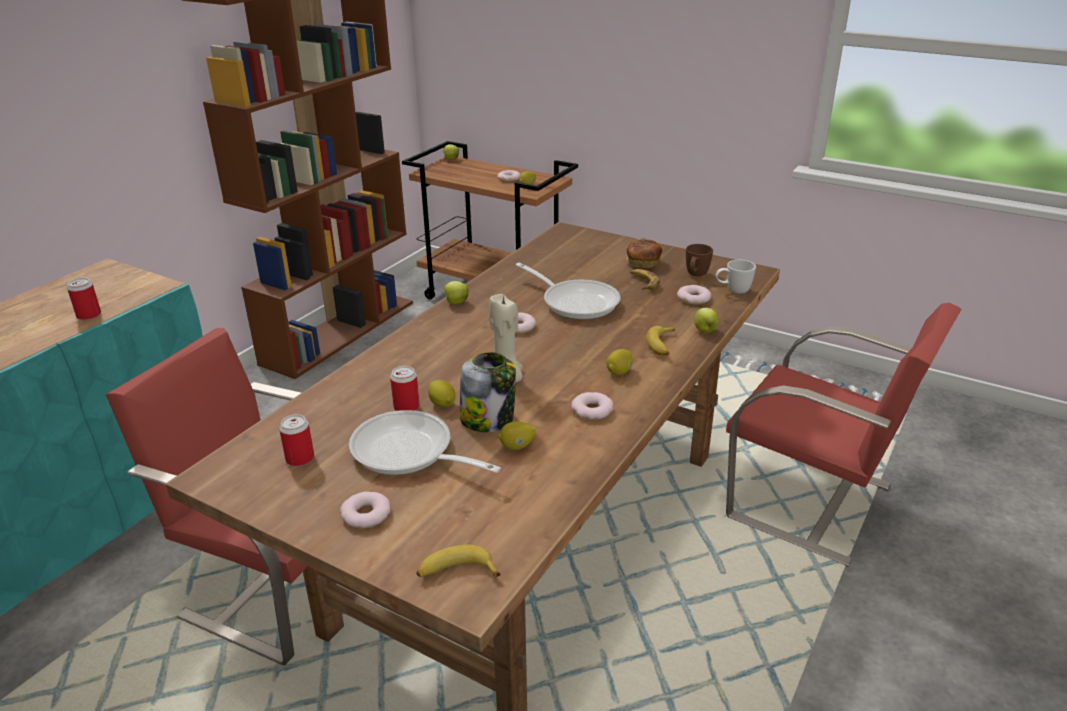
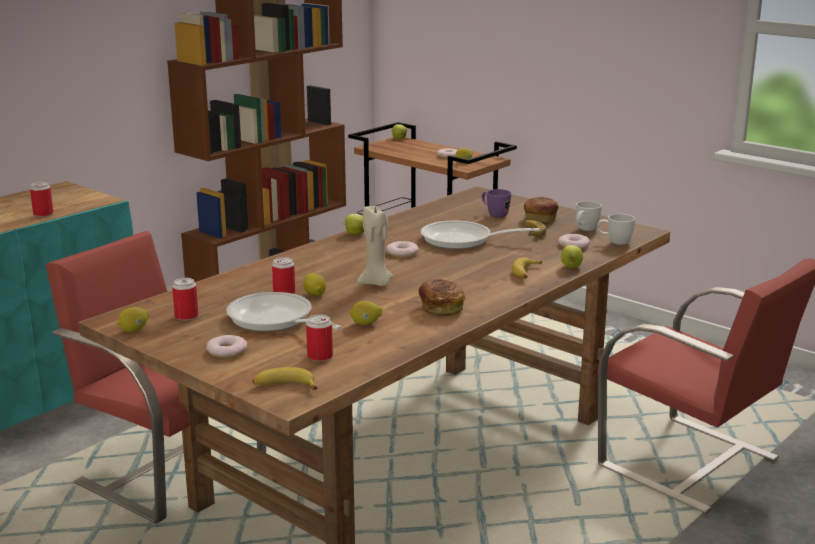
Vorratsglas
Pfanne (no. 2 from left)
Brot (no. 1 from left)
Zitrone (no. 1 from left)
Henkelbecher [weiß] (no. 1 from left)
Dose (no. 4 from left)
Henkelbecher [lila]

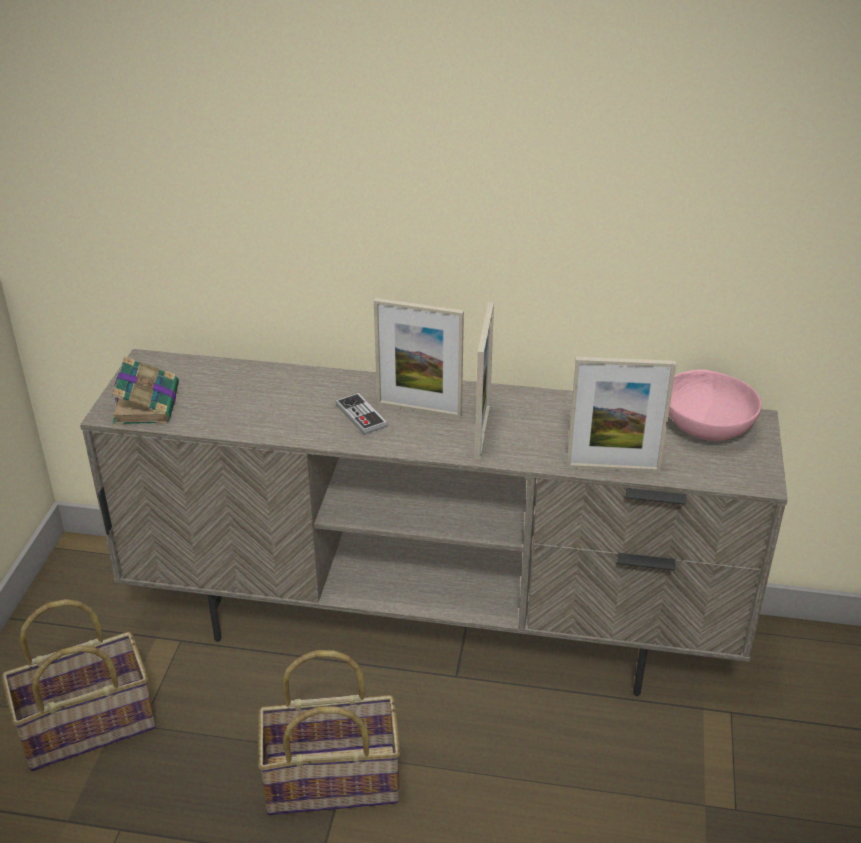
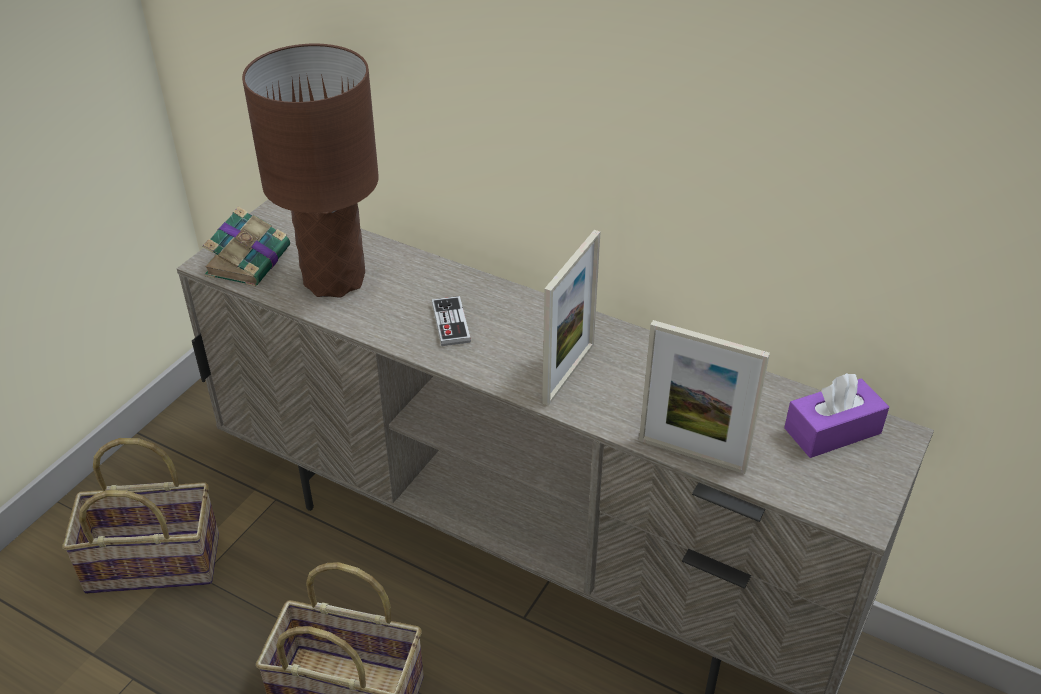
Bilderrahmen (no. 1 from left in the first image)
Taschentuchbox [lila]
Tischlampe [braun]

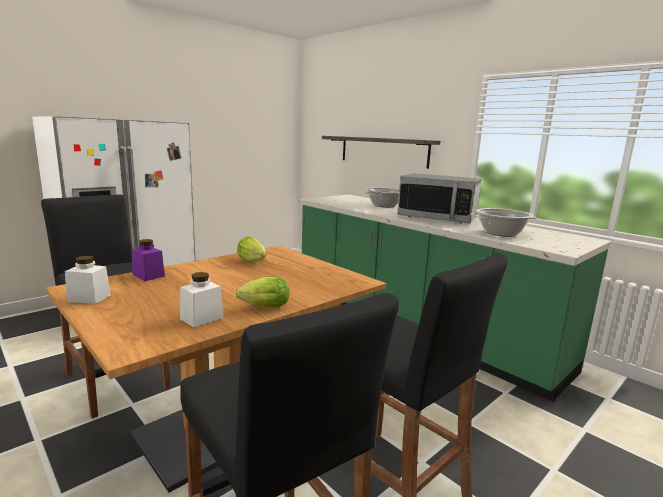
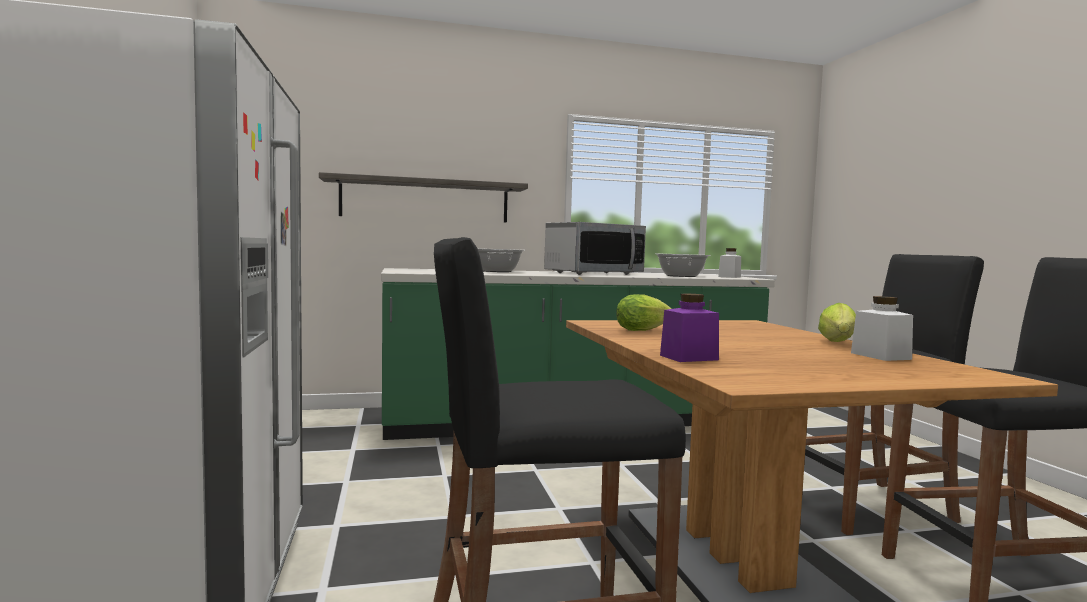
Vorratsglas [weiß] (no. 1 from left)

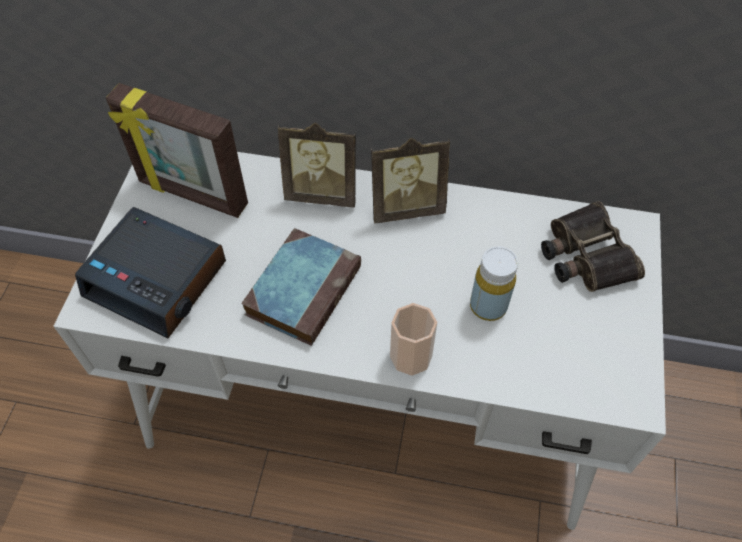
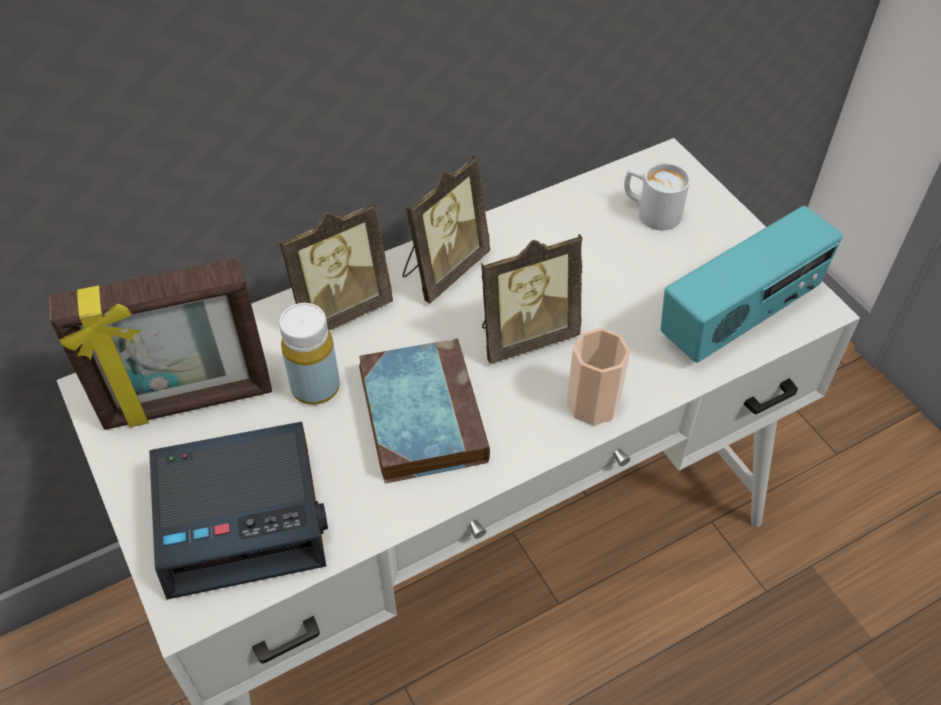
Flasche [gelb]
Henkelbecher [weiß]
Bilderrahmen (no. 4 from left)
Radio

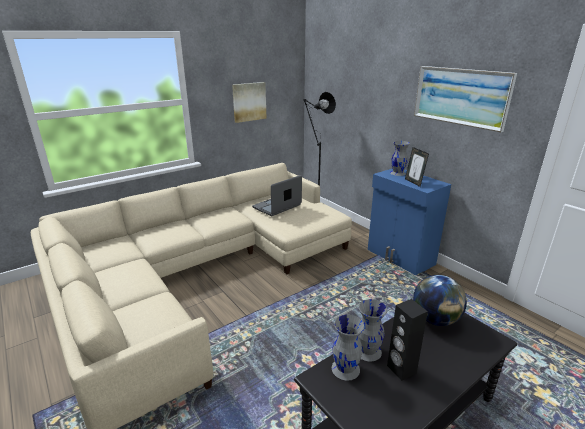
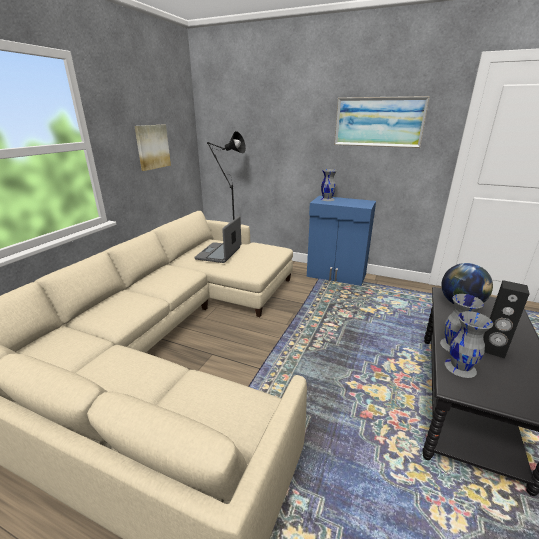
Bilderrahmen

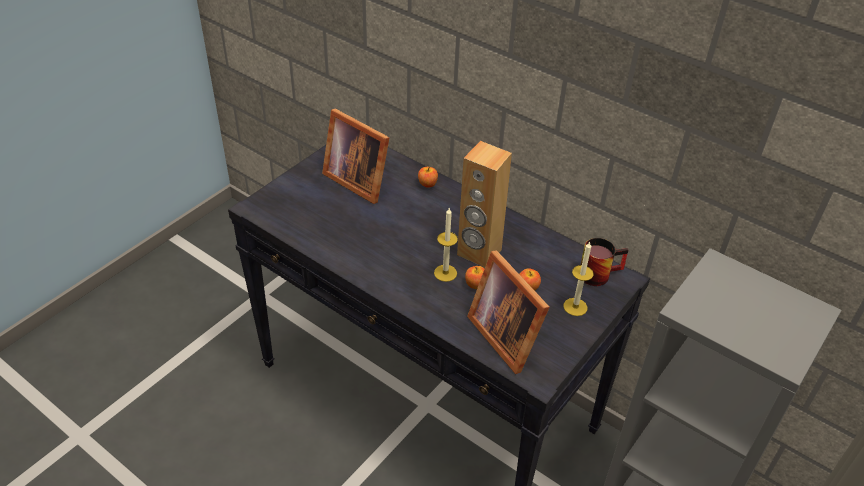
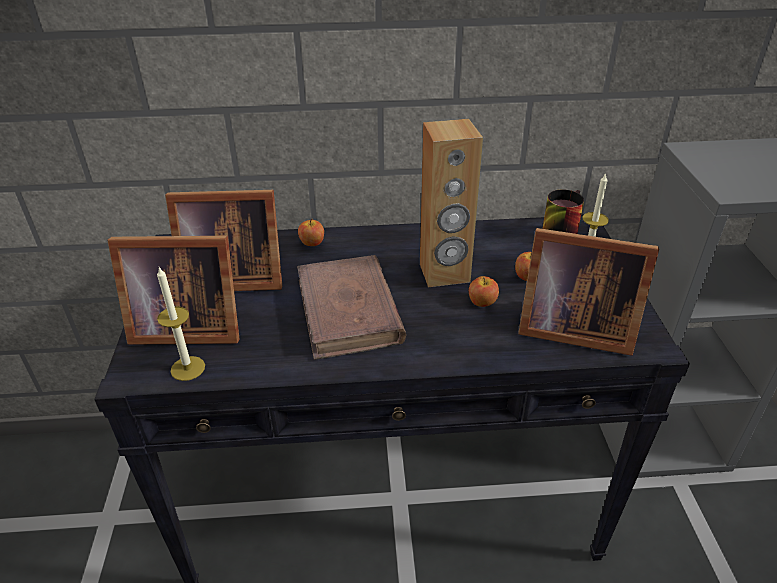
Kerze (no. 1 from left)
Bilderrahmen (no. 1 from left)
Buch [braun]

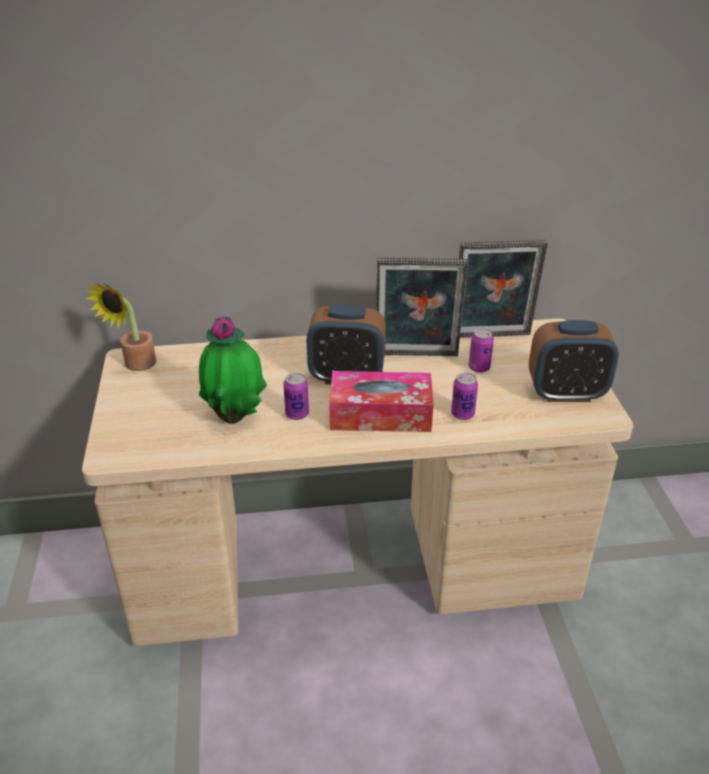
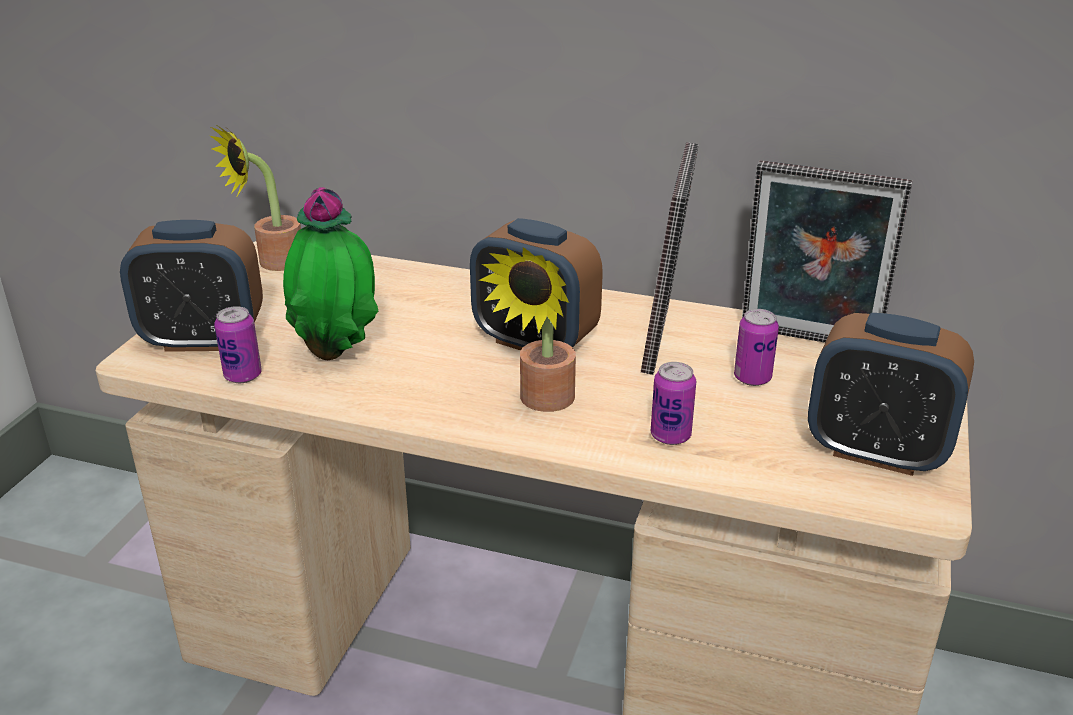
Dose (no. 1 from left)
Topfpflanze (no. 3 from left)
Bilderrahmen (no. 1 from left)
Wecker (no. 1 from left)

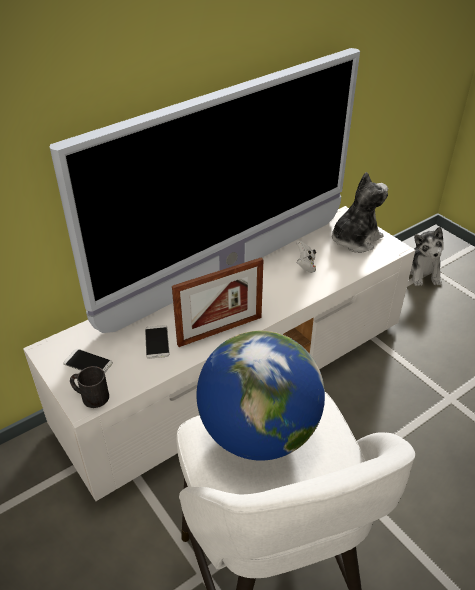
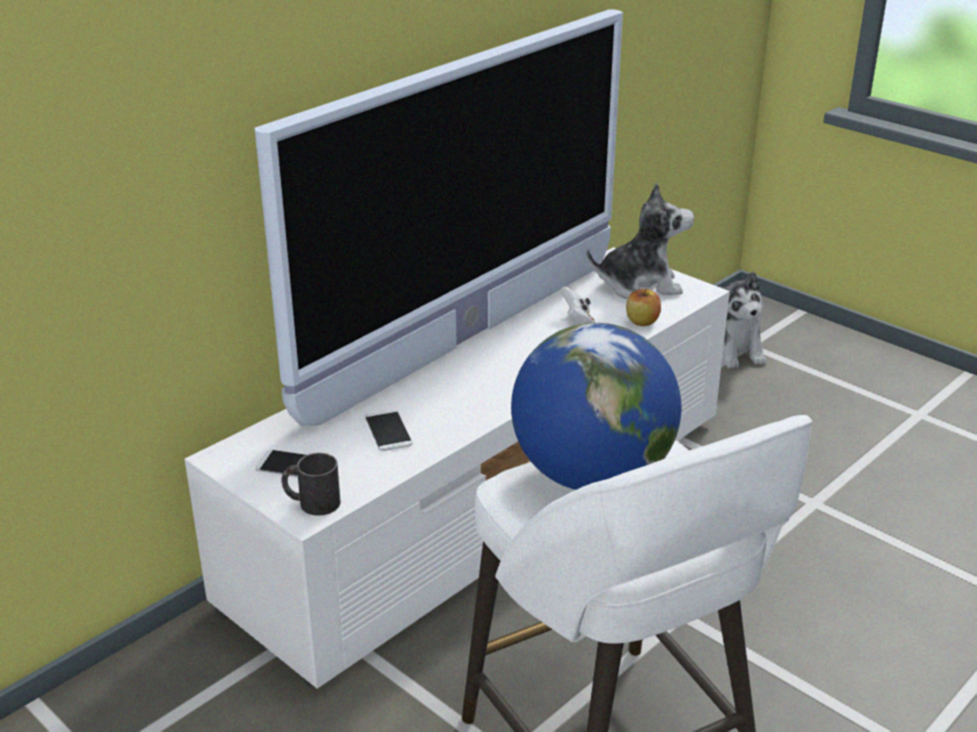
Bilderrahmen
Plüschtier (no. 1 from left)
Apfel

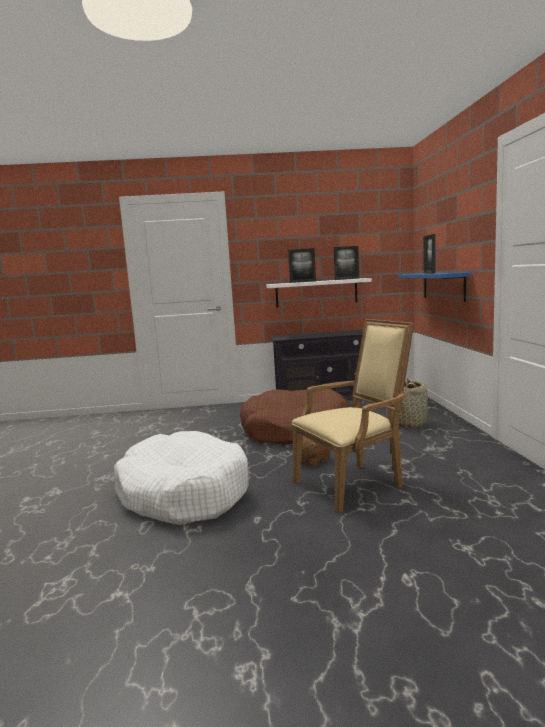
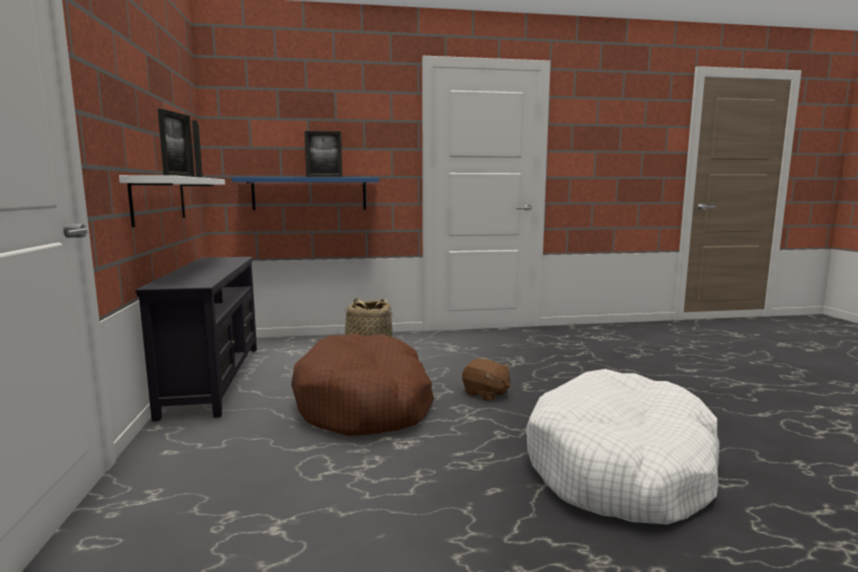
Sessel [beige]

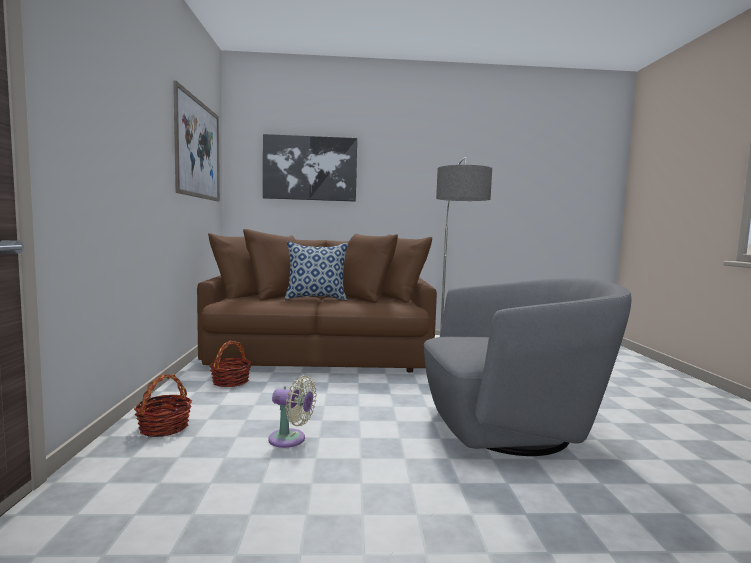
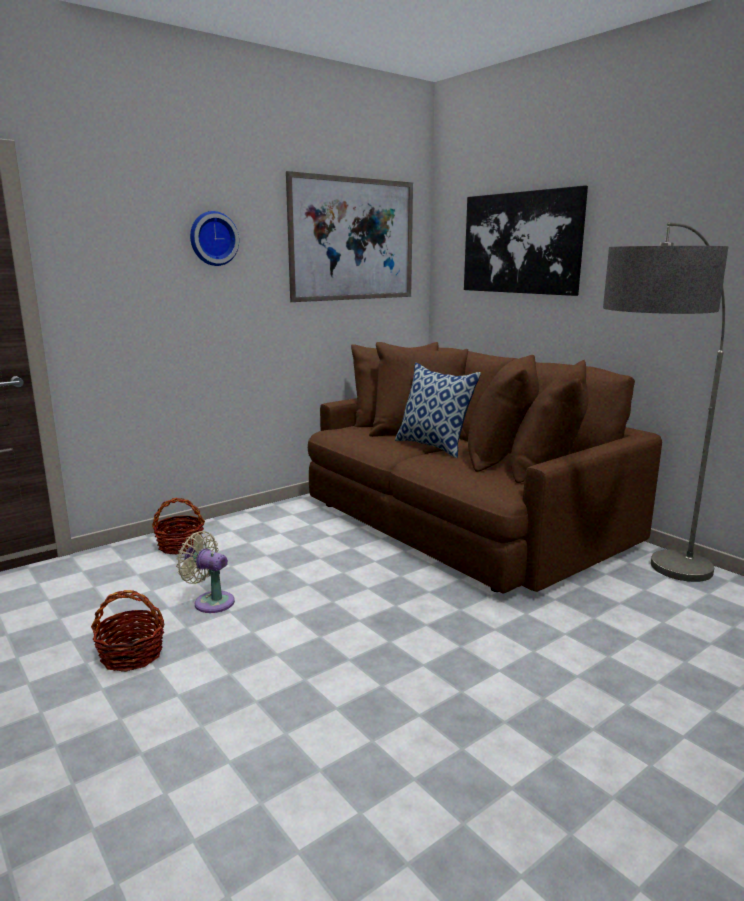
Korb (no. 1 from left)
Ventilator [beige]
Sessel [grau]
Wanduhr

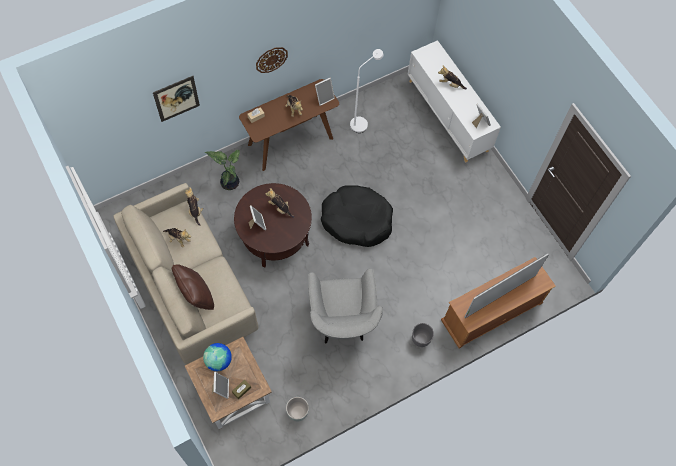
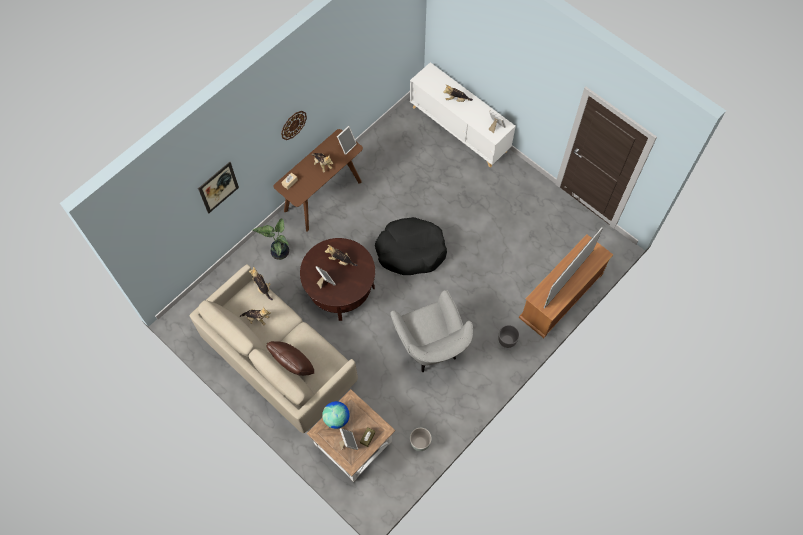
Stehlampe [weiß]

